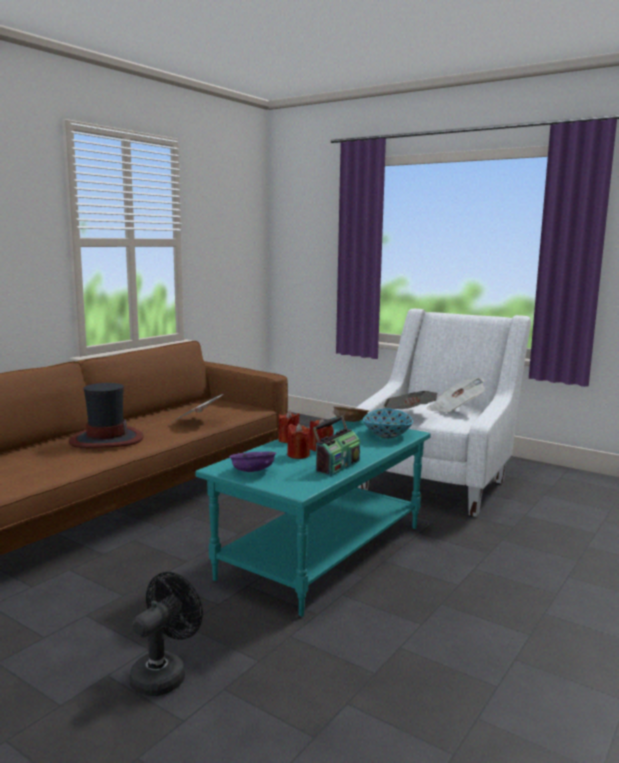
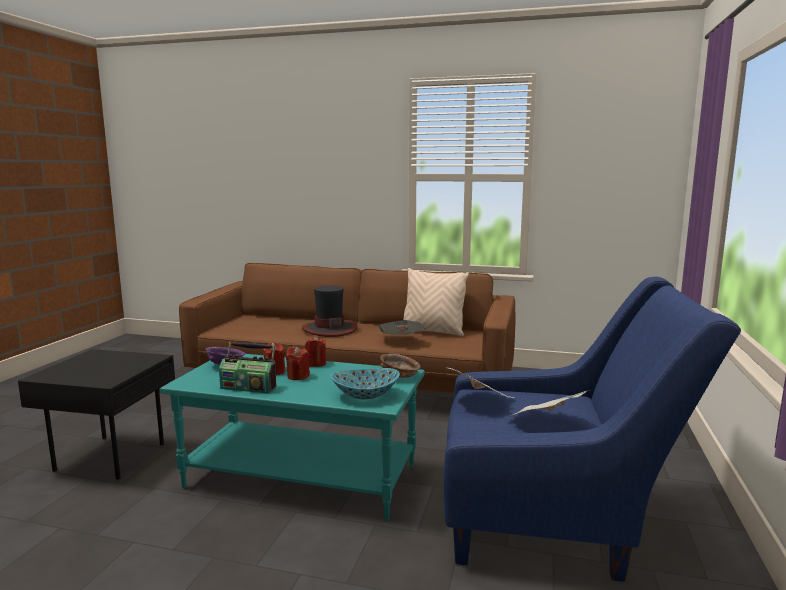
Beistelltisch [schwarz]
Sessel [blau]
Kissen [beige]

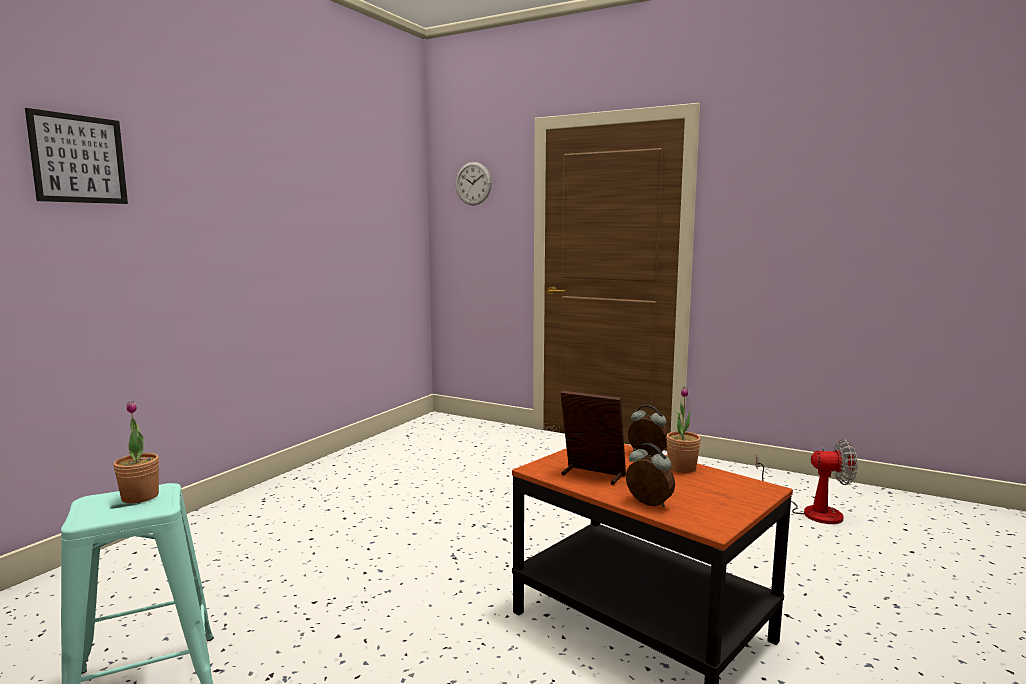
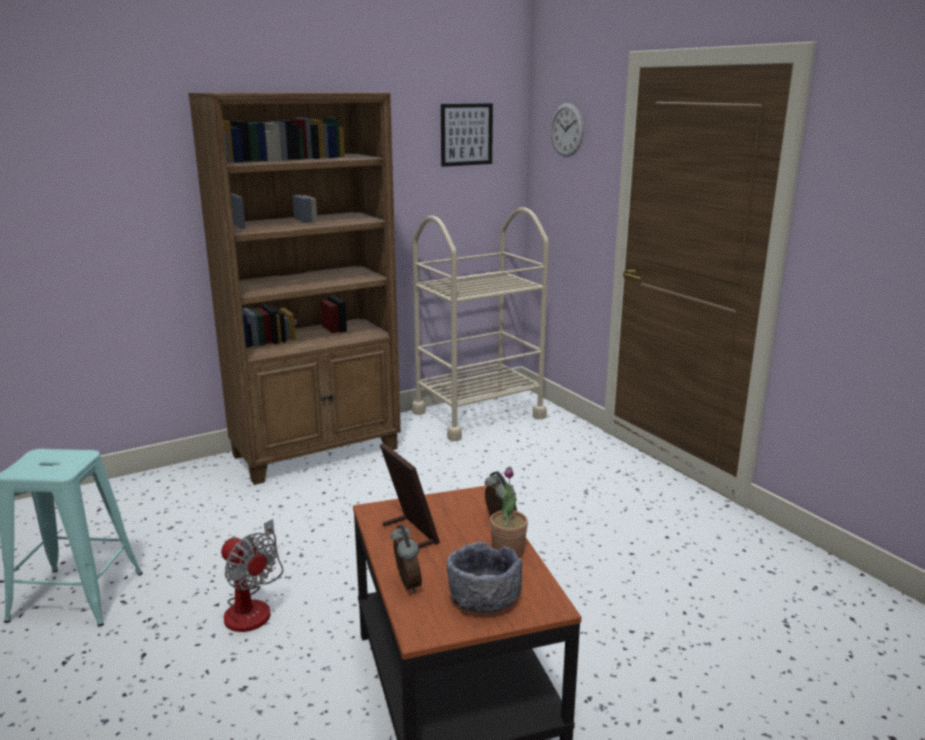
Bild
Topfpflanze (no. 1 from left in the first image)
Ventilator
Bücherregal [braun]
Rollwagen [beige]
Schüssel [grau]

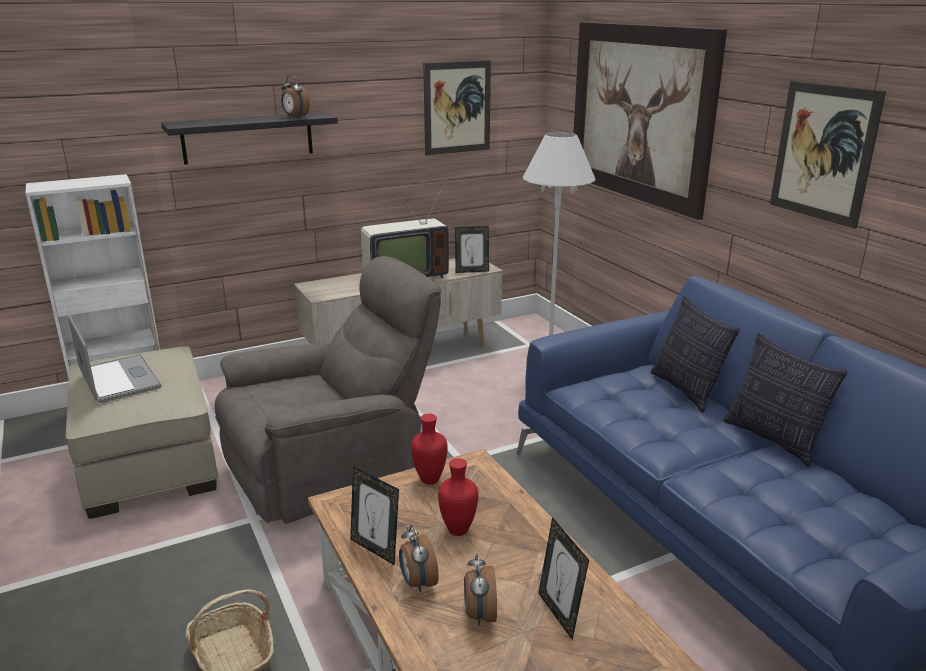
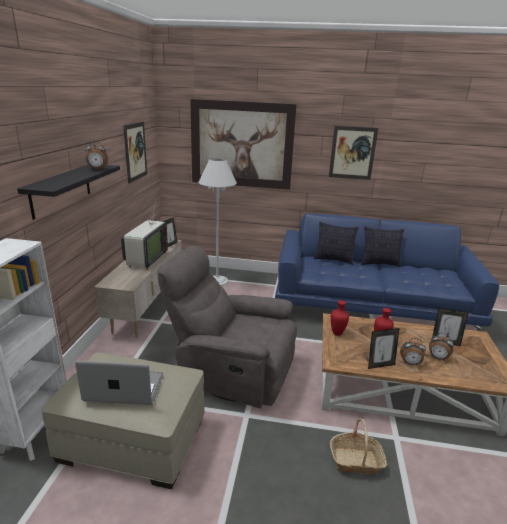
Sessel [grau]

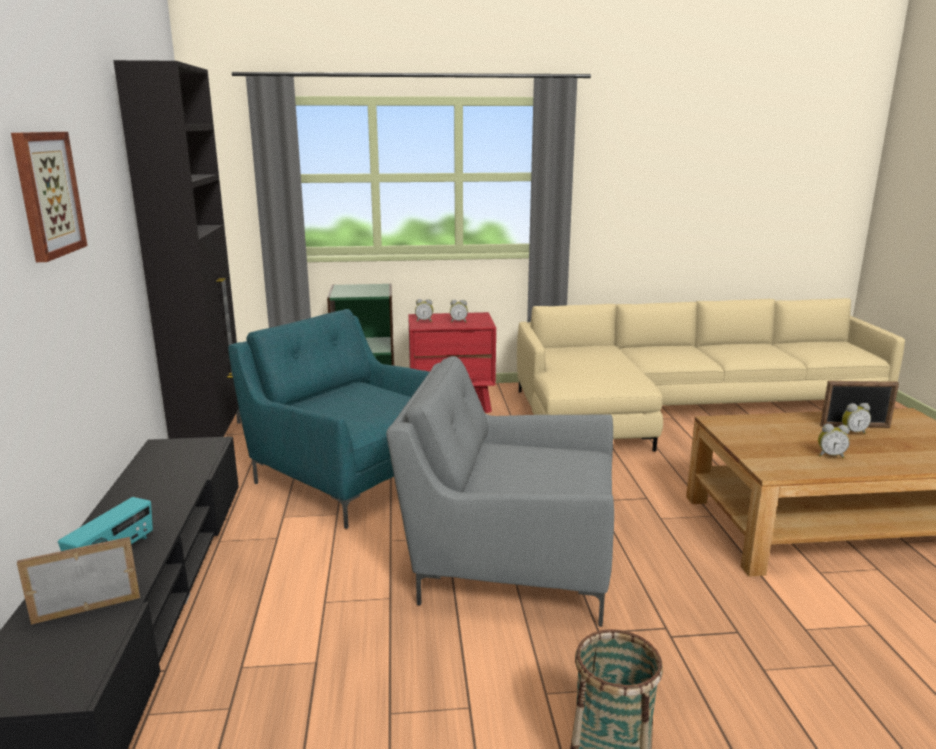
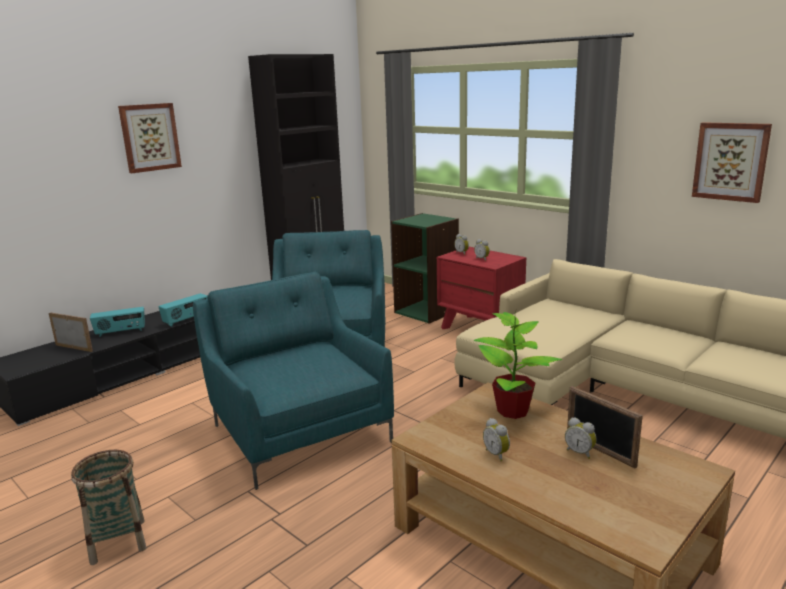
Sessel [türkis] (no. 1 from left)
Radio (no. 2 from left)
Topfpflanze
Bild (no. 2 from left)

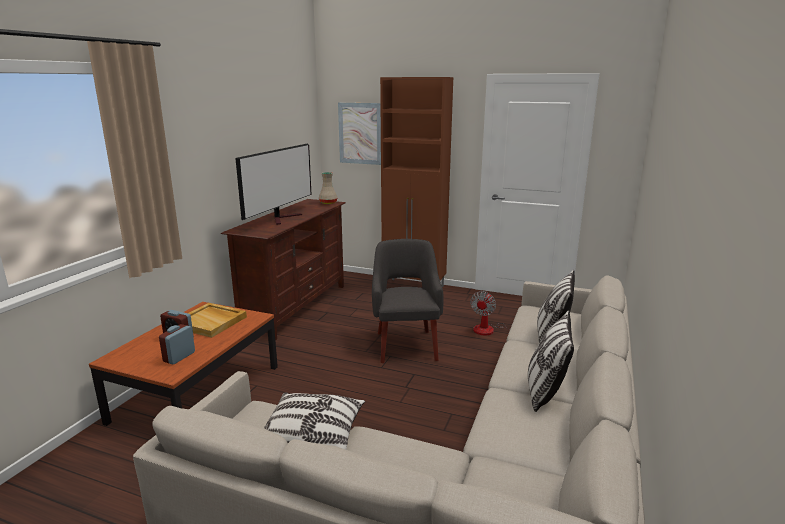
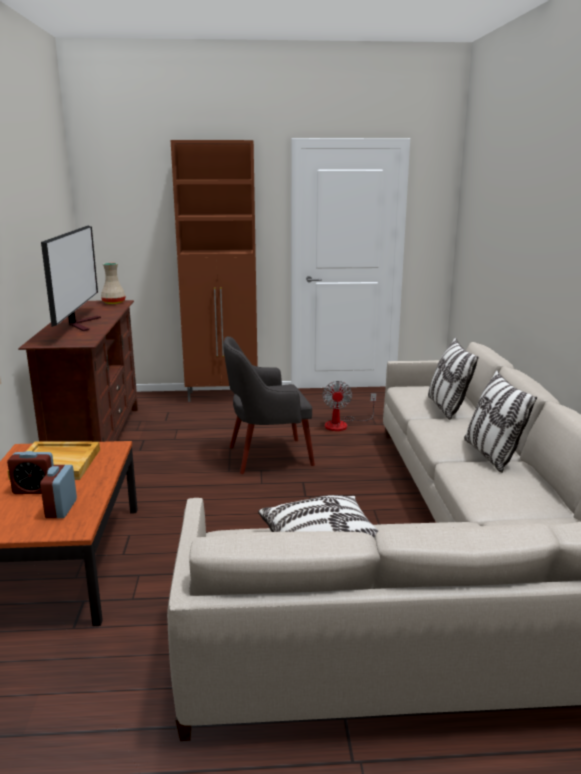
Bild
Sessel [grau]

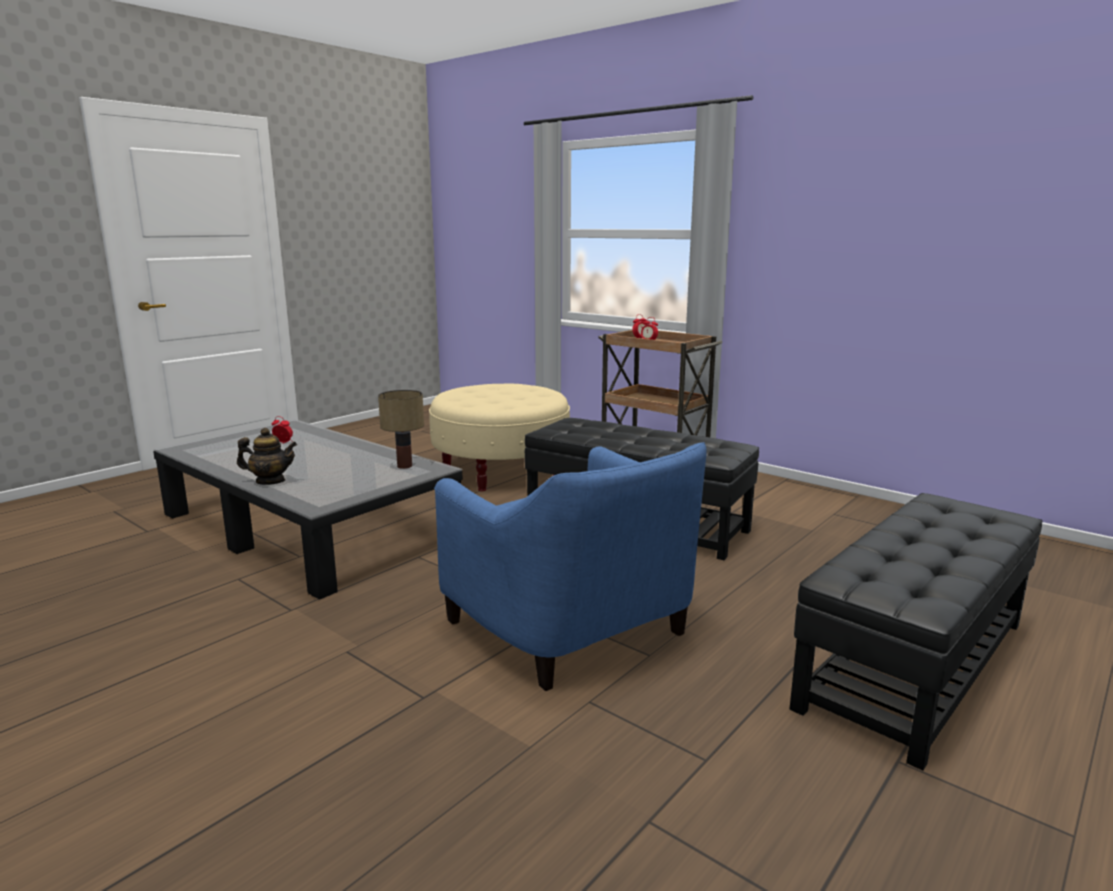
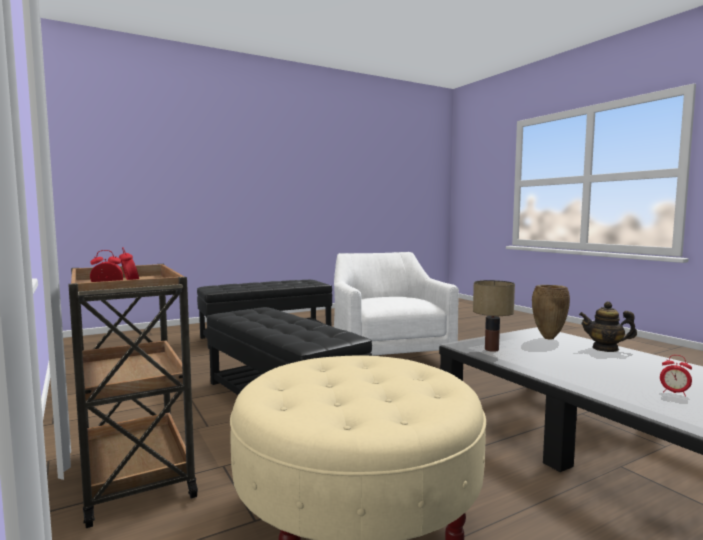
Sessel [weiß]
Vase [braun]

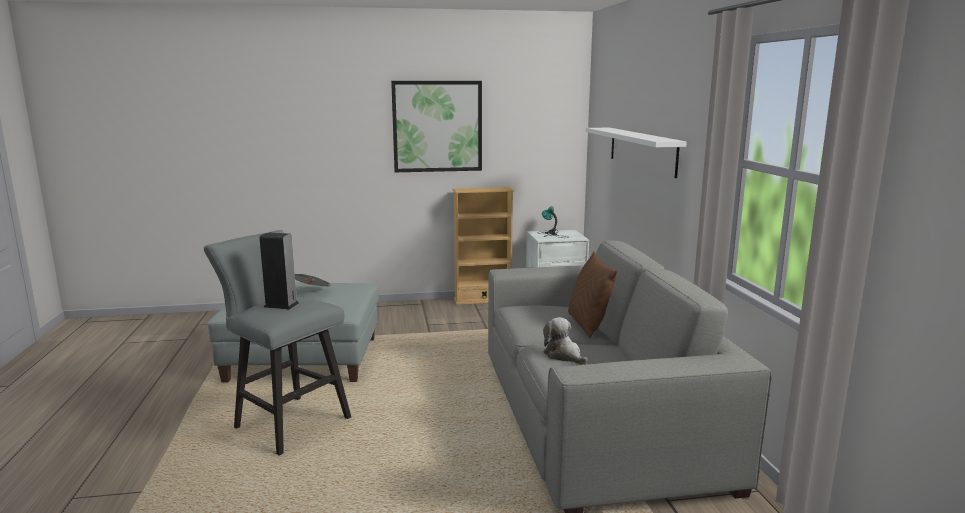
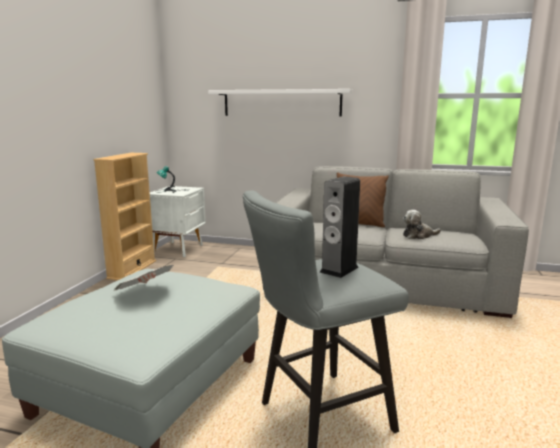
Bild

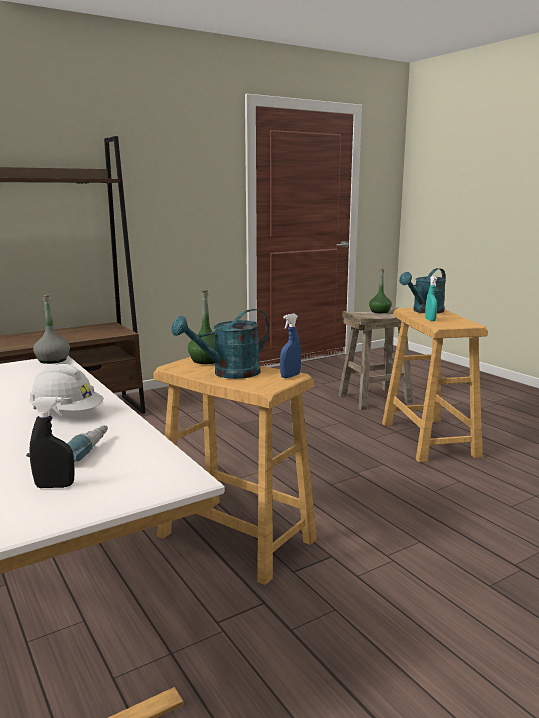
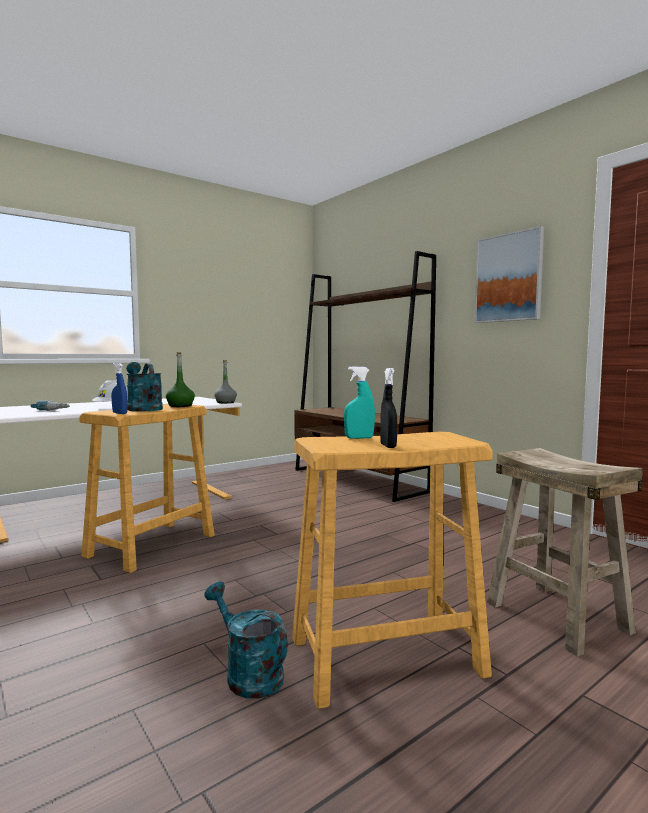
Sprühflasche [schwarz]
Flasche [grün] (no. 2 from left in the first image)
Gießkanne [türkis] (no. 2 from left)
Bild

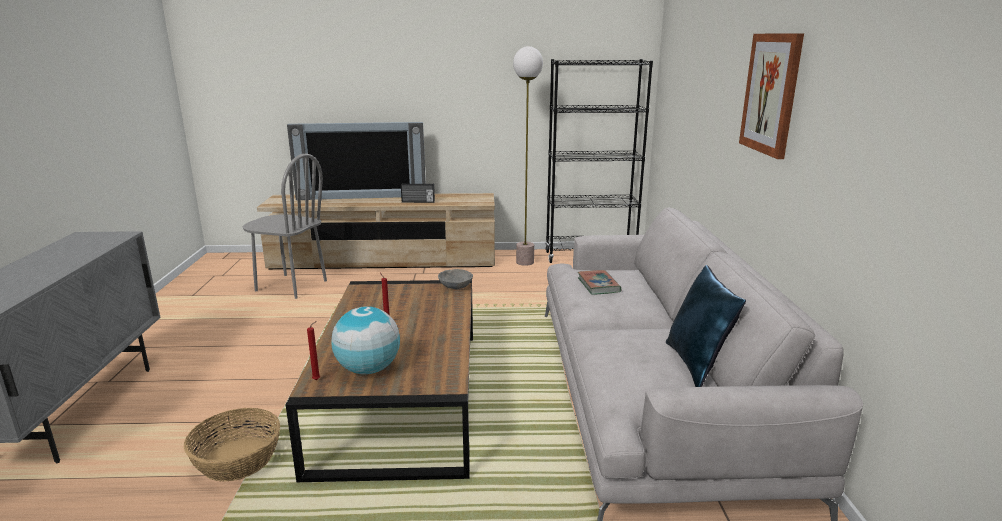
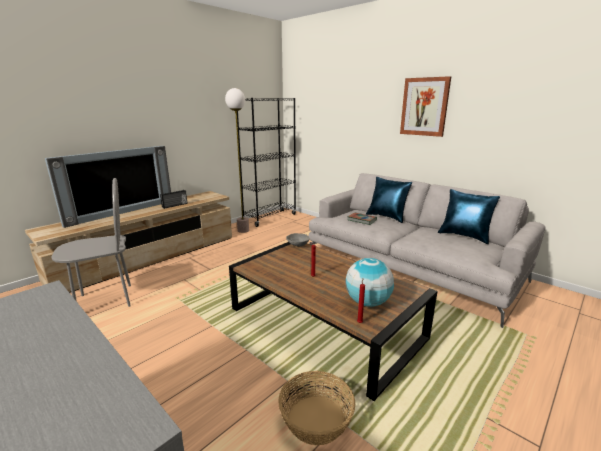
Kissen [blau] (no. 1 from left)

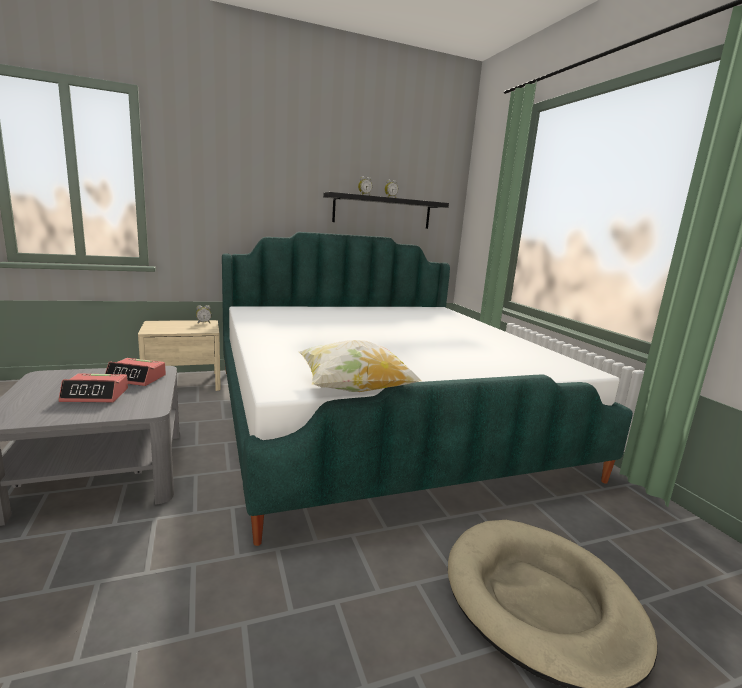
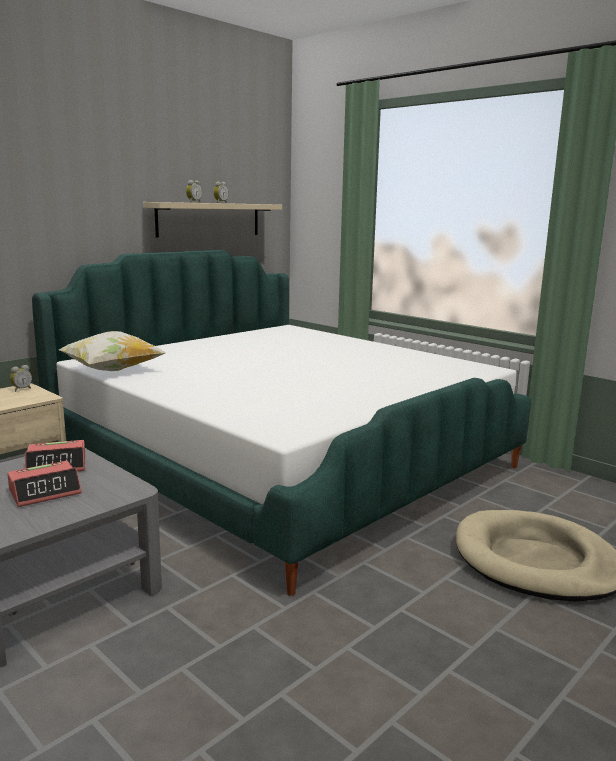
Kissen
Wandregal [beige]

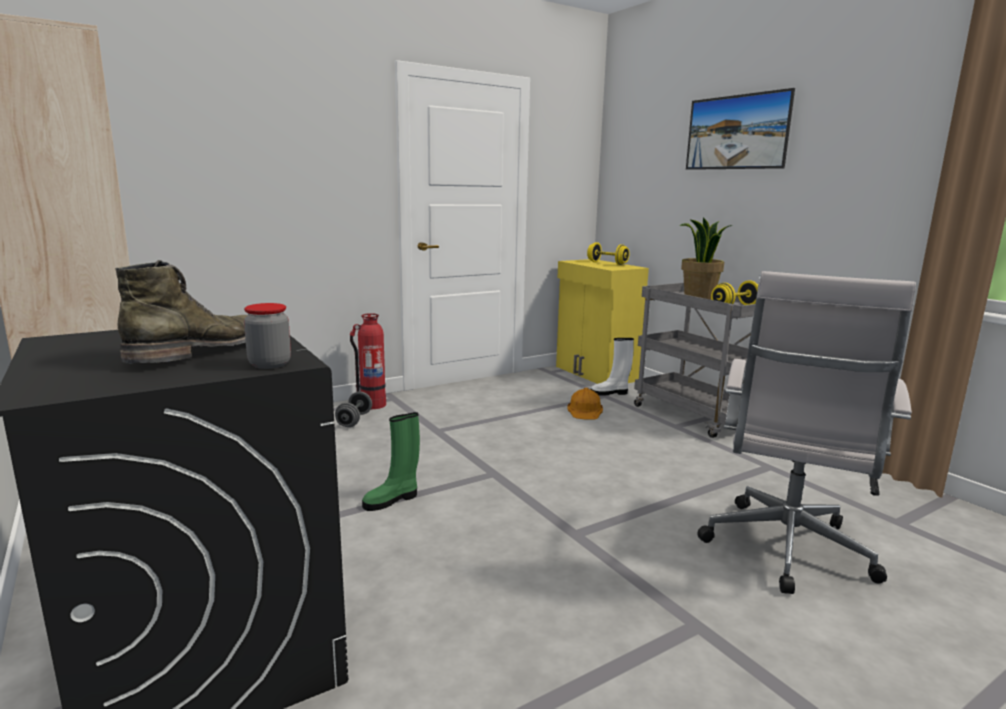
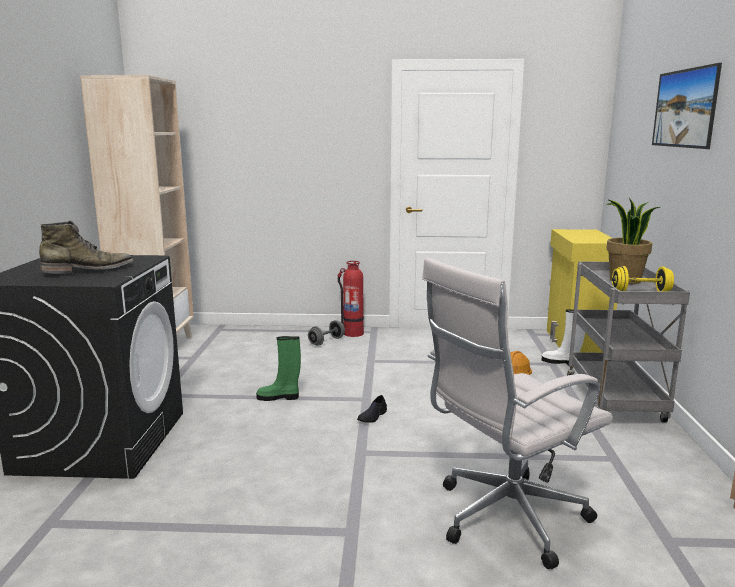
Vorratsglas
Hantel [gelb] (no. 1 from left in the first image)
Schuh [schwarz]

